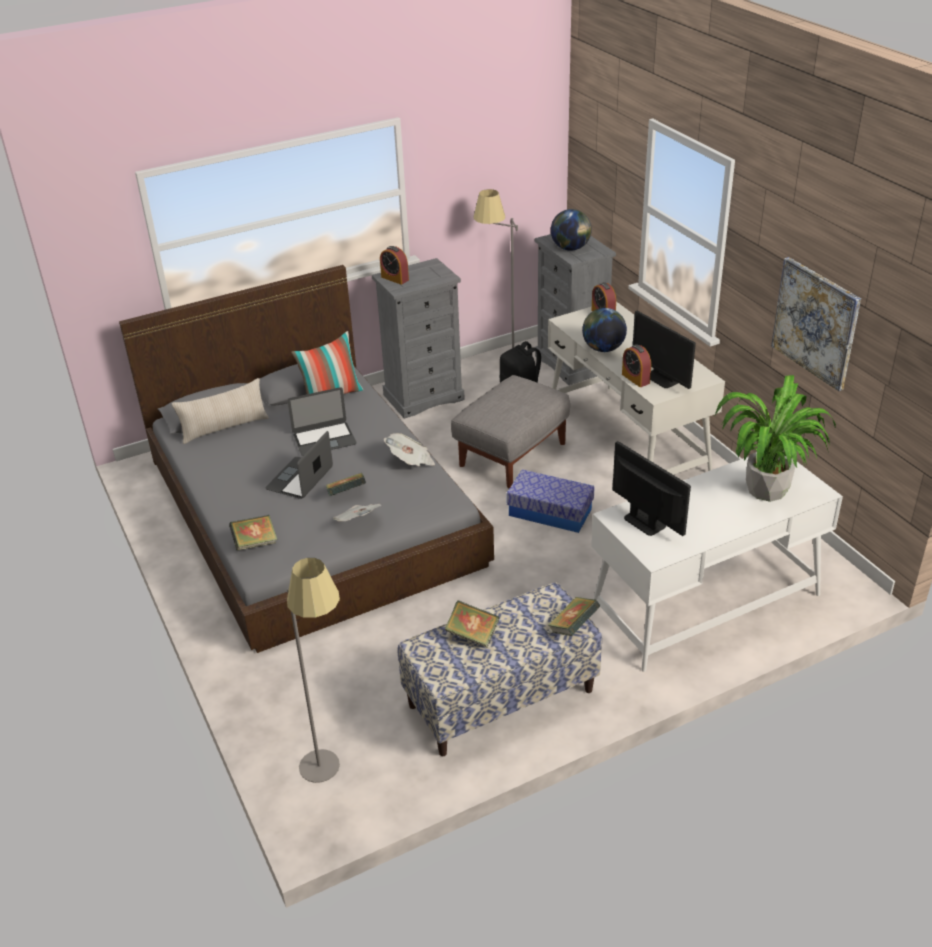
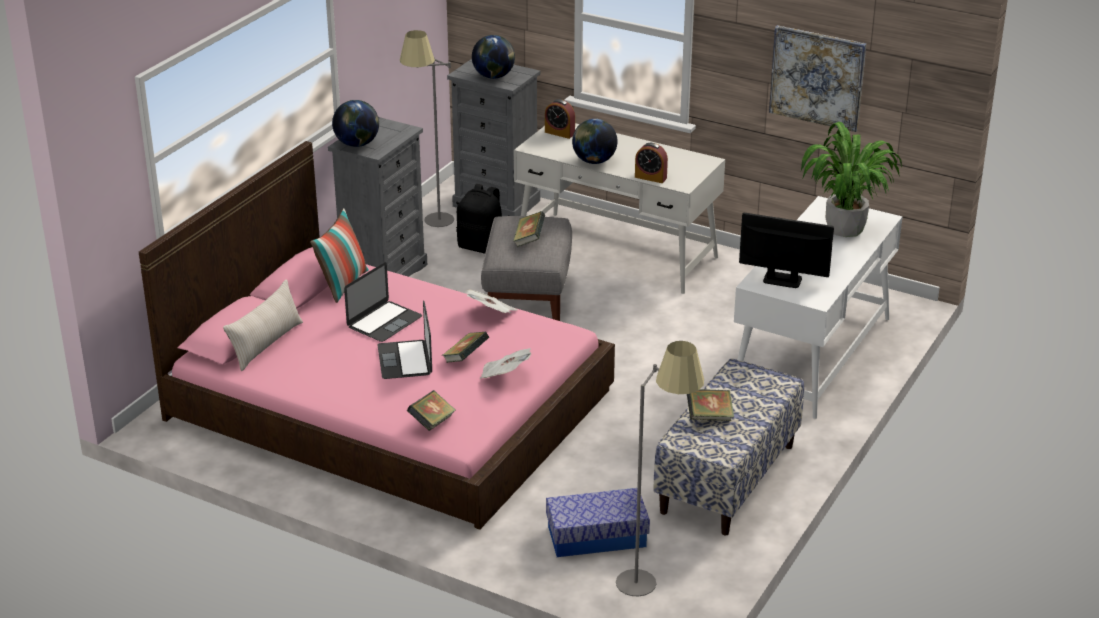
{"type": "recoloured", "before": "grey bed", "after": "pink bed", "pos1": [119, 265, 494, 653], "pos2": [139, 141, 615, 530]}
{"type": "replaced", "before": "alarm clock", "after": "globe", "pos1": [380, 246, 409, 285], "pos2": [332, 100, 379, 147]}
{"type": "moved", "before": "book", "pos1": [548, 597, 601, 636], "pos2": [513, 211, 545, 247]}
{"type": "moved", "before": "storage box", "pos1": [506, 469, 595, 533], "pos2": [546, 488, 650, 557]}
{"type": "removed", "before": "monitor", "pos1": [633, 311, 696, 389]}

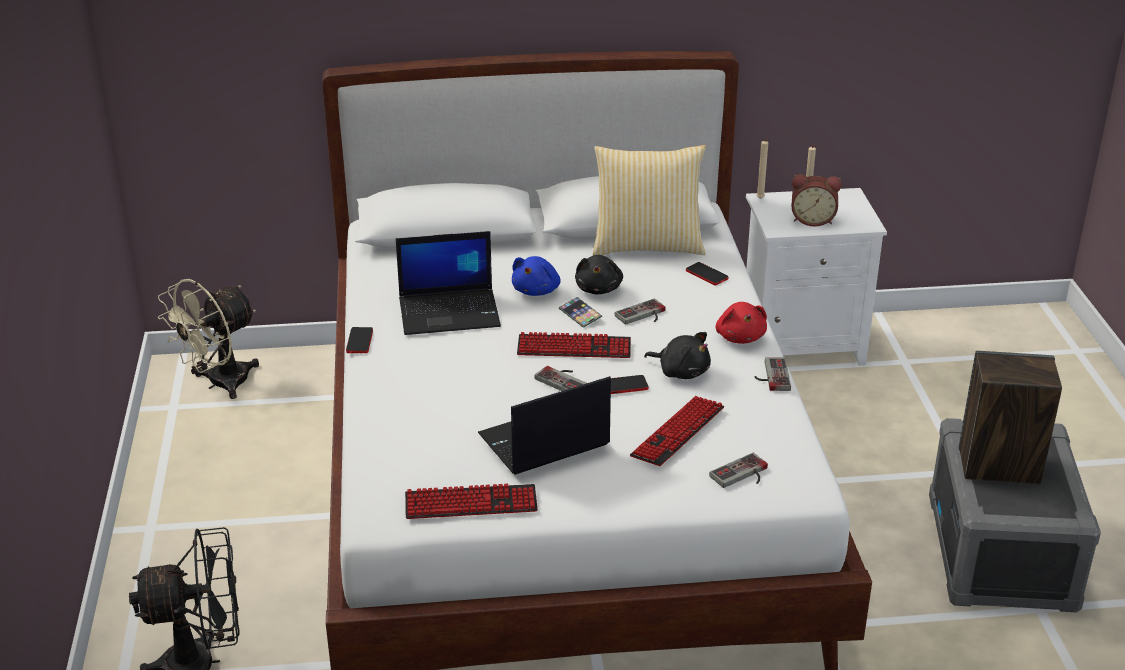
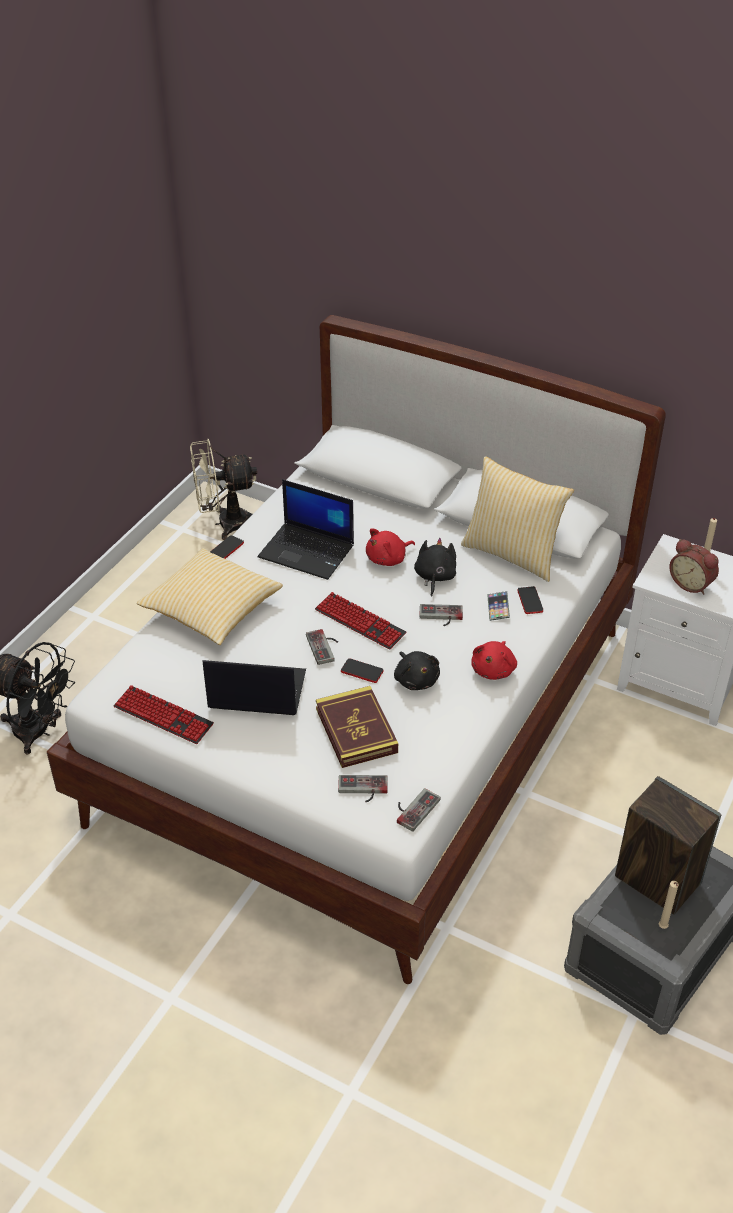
{"type": "added", "after": "pillow", "pos2": [137, 548, 283, 645]}
{"type": "replaced", "before": "keyboard", "after": "book", "pos1": [630, 396, 724, 466], "pos2": [316, 686, 398, 768]}
{"type": "recoloured", "before": "blue plush toy", "after": "red plush toy", "pos1": [512, 256, 560, 296], "pos2": [366, 528, 415, 566]}
{"type": "moved", "before": "game controller", "pos1": [755, 357, 791, 391], "pos2": [397, 788, 440, 832]}
{"type": "turned", "before": "black plush toy", "pos1": [575, 255, 623, 294], "pos2": [414, 538, 456, 597], "turn": 150}
{"type": "moved", "before": "phone", "pos1": [559, 297, 602, 328], "pos2": [487, 591, 510, 621]}
{"type": "moved", "before": "beige candle", "pos1": [756, 138, 770, 199], "pos2": [659, 881, 679, 929]}

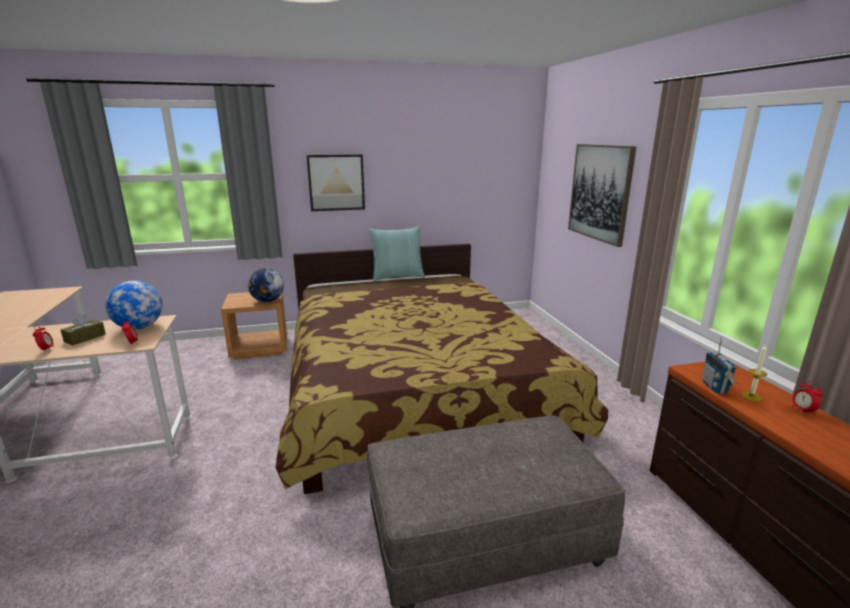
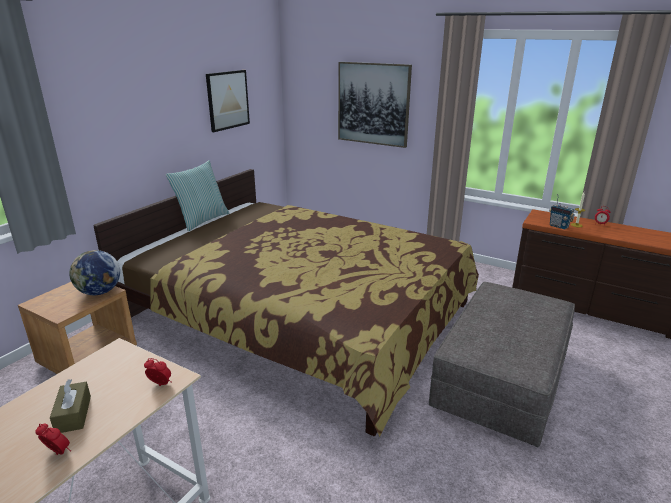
{"type": "moved", "before": "picture", "pos1": [307, 154, 365, 211], "pos2": [206, 70, 250, 132]}
{"type": "removed", "before": "globe", "pos1": [105, 281, 163, 329]}

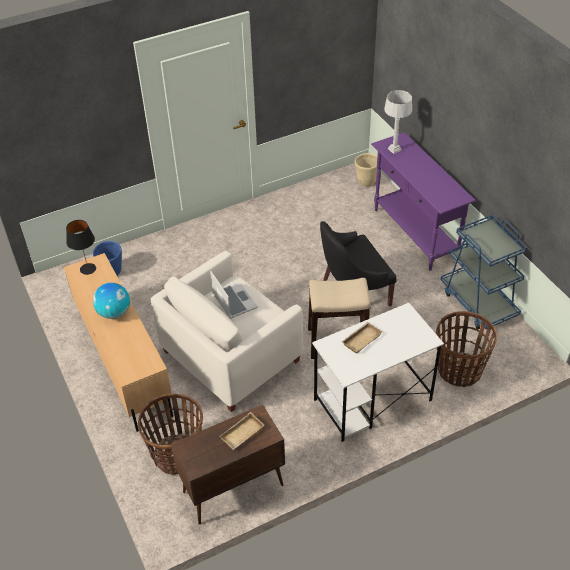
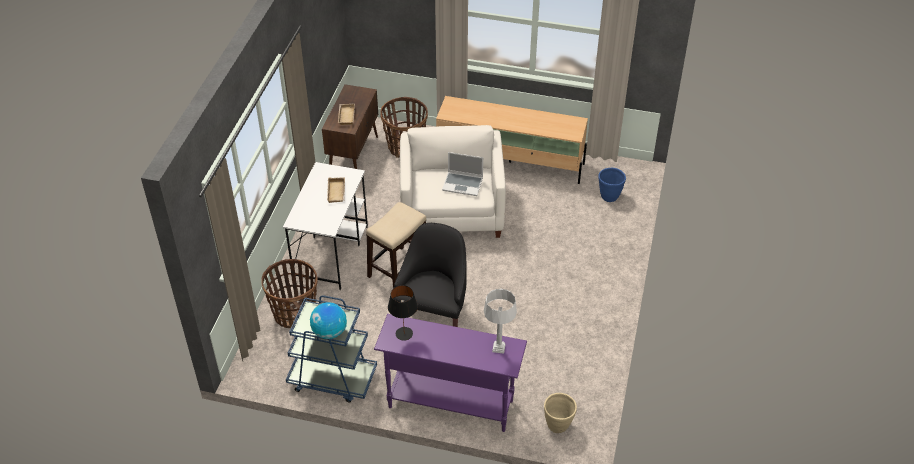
{"type": "moved", "before": "globe", "pos1": [93, 283, 130, 319], "pos2": [310, 302, 347, 339]}
{"type": "moved", "before": "black table lamp", "pos1": [66, 220, 96, 275], "pos2": [388, 285, 418, 341]}

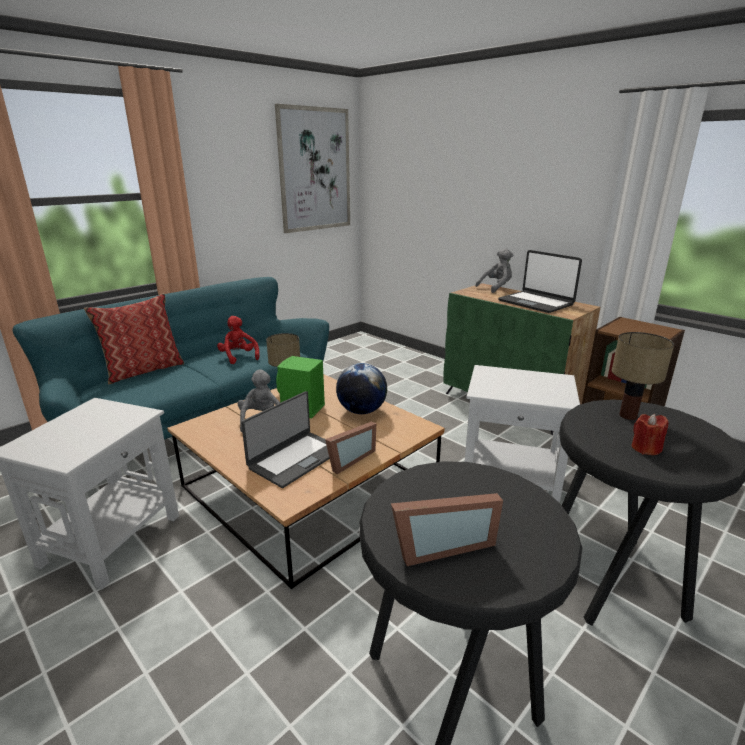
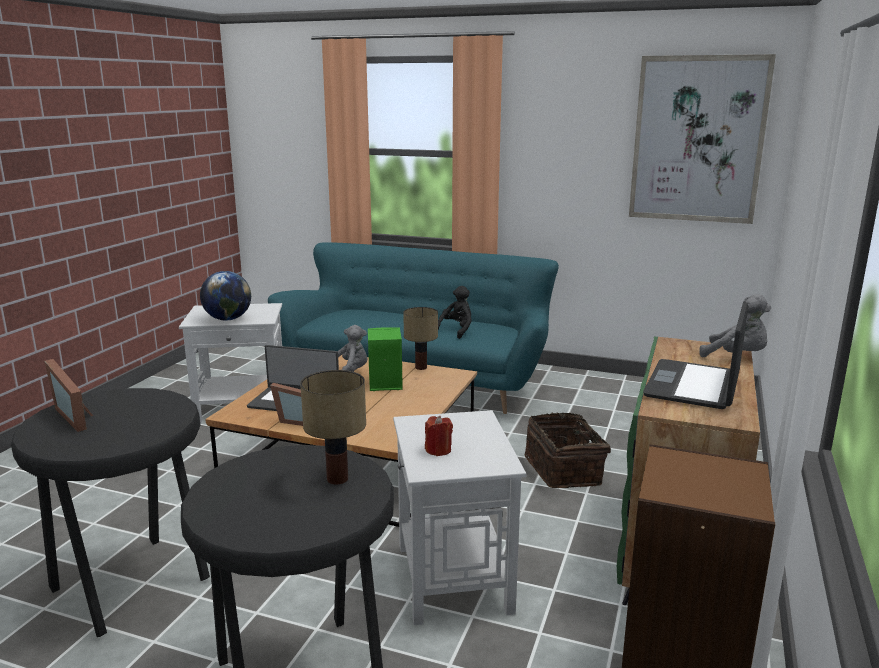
{"type": "moved", "before": "globe", "pos1": [336, 363, 387, 414], "pos2": [200, 271, 251, 321]}
{"type": "moved", "before": "red candle", "pos1": [631, 414, 668, 455], "pos2": [425, 416, 453, 456]}
{"type": "recoloured", "before": "red plush toy", "after": "black plush toy", "pos1": [217, 316, 259, 364], "pos2": [438, 286, 472, 339]}
{"type": "added", "after": "basket", "pos2": [524, 412, 611, 488]}
{"type": "removed", "before": "pillow", "pos1": [84, 293, 184, 385]}

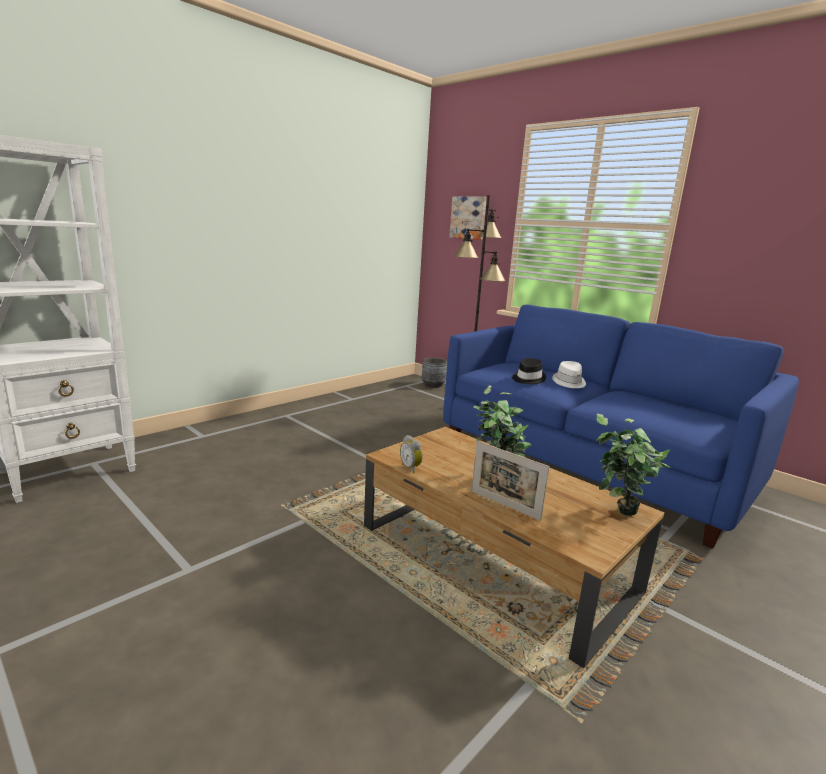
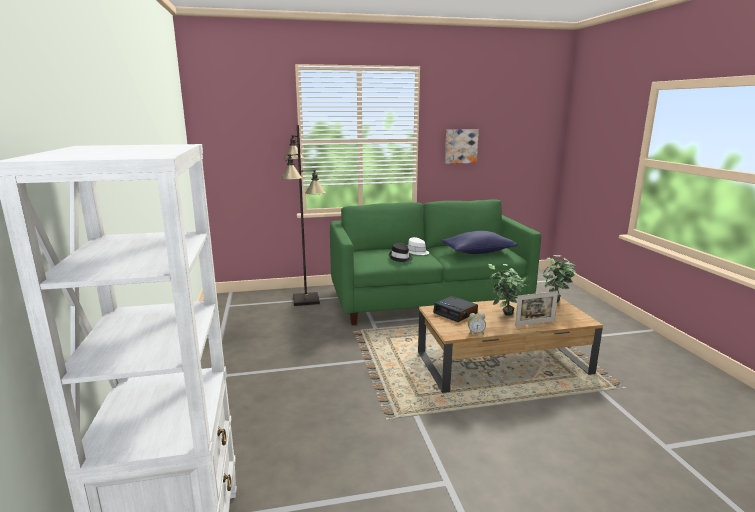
{"type": "recoloured", "before": "blue sofa", "after": "green sofa", "pos1": [443, 305, 799, 549], "pos2": [330, 199, 541, 325]}
{"type": "added", "after": "alarm clock", "pos2": [433, 296, 478, 322]}
{"type": "added", "after": "blue pillow", "pos2": [441, 231, 518, 254]}
{"type": "moved", "before": "picture", "pos1": [449, 196, 487, 240], "pos2": [445, 129, 479, 164]}
{"type": "removed", "before": "grey planter", "pos1": [422, 358, 447, 388]}

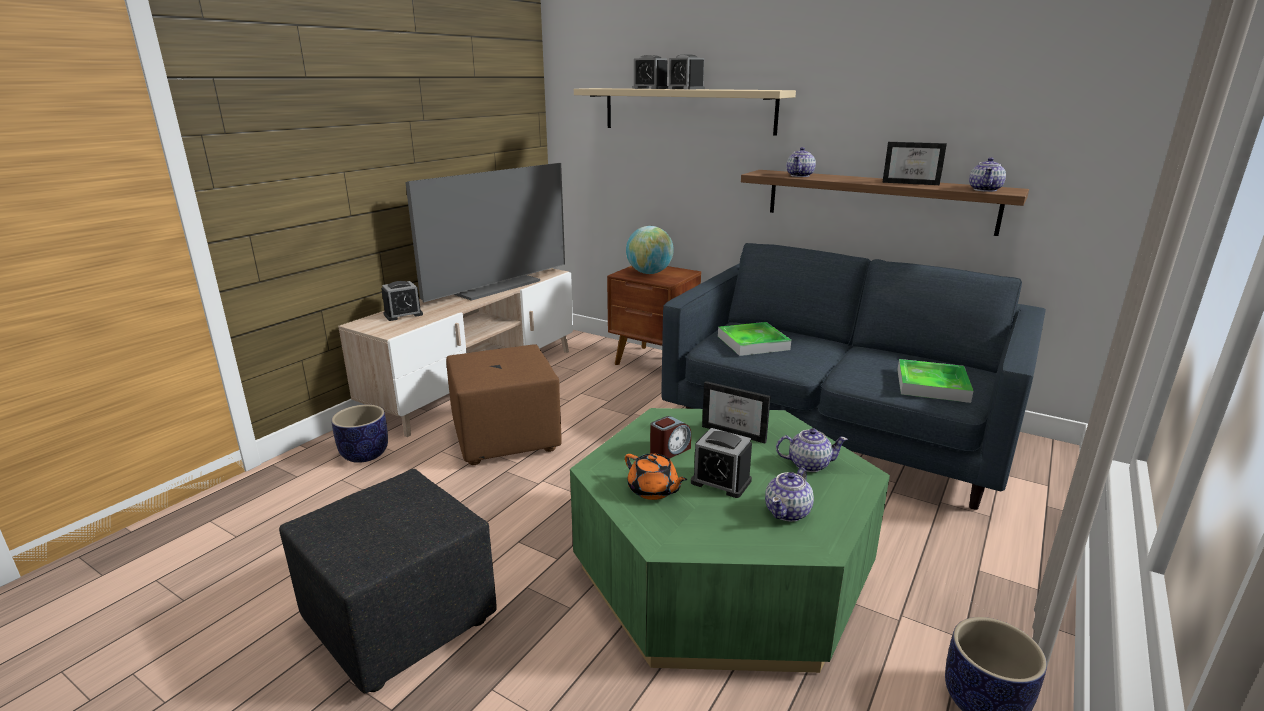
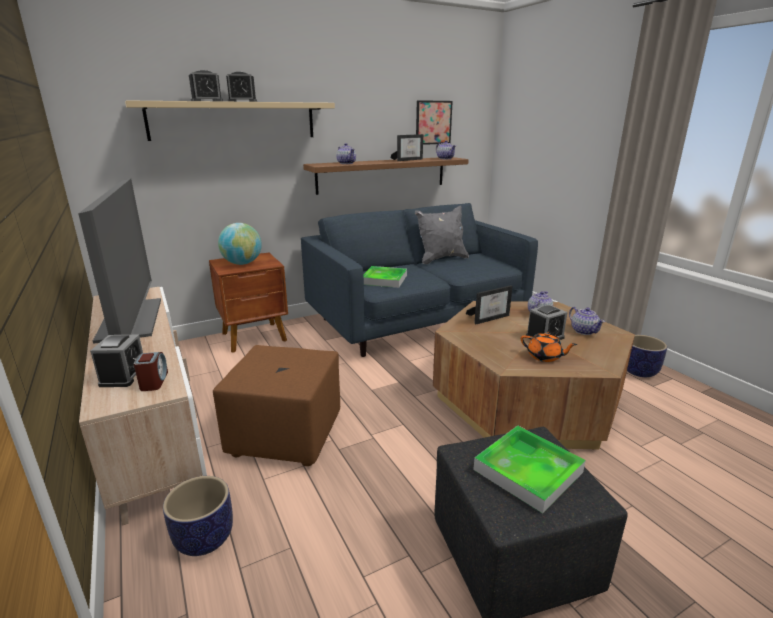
{"type": "moved", "before": "alarm clock", "pos1": [650, 416, 691, 459], "pos2": [134, 352, 168, 391]}
{"type": "added", "after": "grey pillow", "pos2": [415, 205, 469, 264]}
{"type": "added", "after": "picture", "pos2": [416, 100, 453, 145]}
{"type": "recoloured", "before": "green coffee table", "after": "brown coffee table", "pos1": [570, 408, 890, 673], "pos2": [433, 301, 635, 450]}
{"type": "moved", "before": "tray", "pos1": [897, 359, 973, 403], "pos2": [473, 425, 586, 514]}
{"type": "turned", "before": "orange teapot", "pos1": [625, 453, 687, 500], "pos2": [521, 332, 577, 362], "turn": 45}

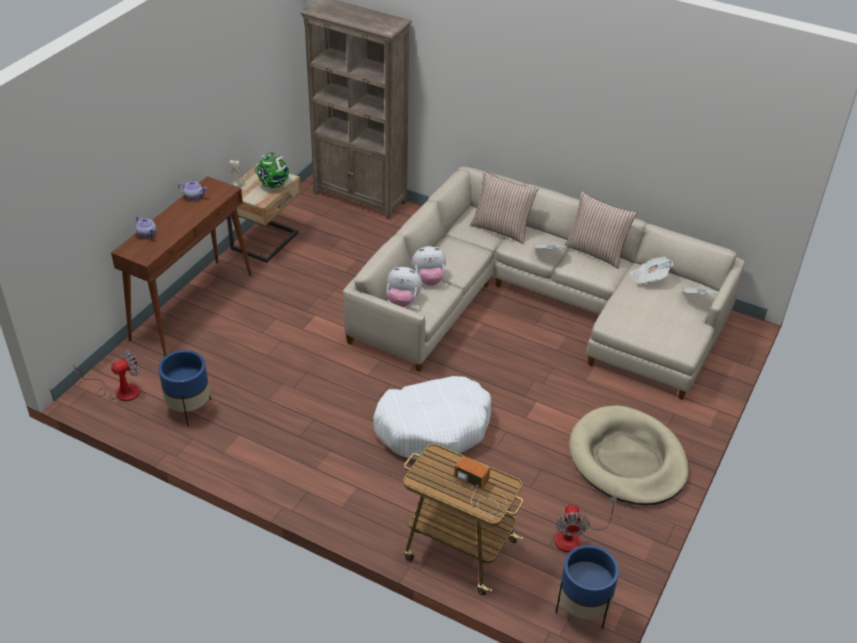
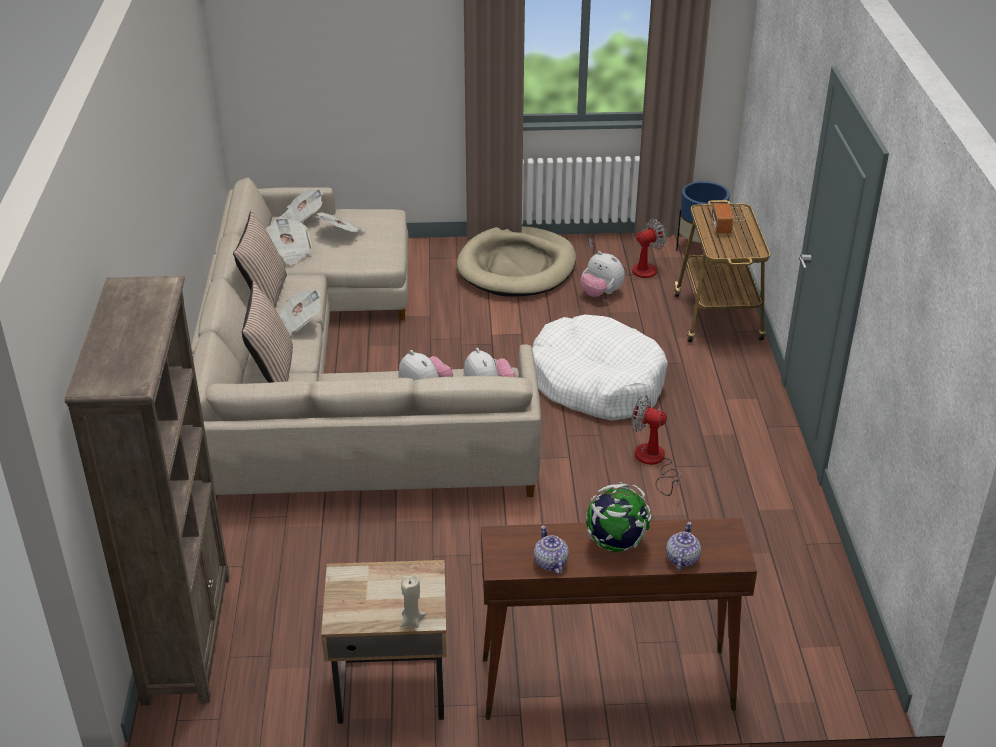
{"type": "added", "after": "newspaper", "pos2": [317, 212, 366, 233]}
{"type": "added", "after": "plush toy", "pos2": [580, 251, 625, 297]}
{"type": "moved", "before": "globe", "pos1": [255, 152, 289, 189], "pos2": [586, 482, 651, 552]}
{"type": "moved", "before": "fan", "pos1": [74, 349, 140, 401], "pos2": [631, 395, 681, 496]}
{"type": "removed", "before": "blue planter", "pos1": [158, 350, 211, 427]}

